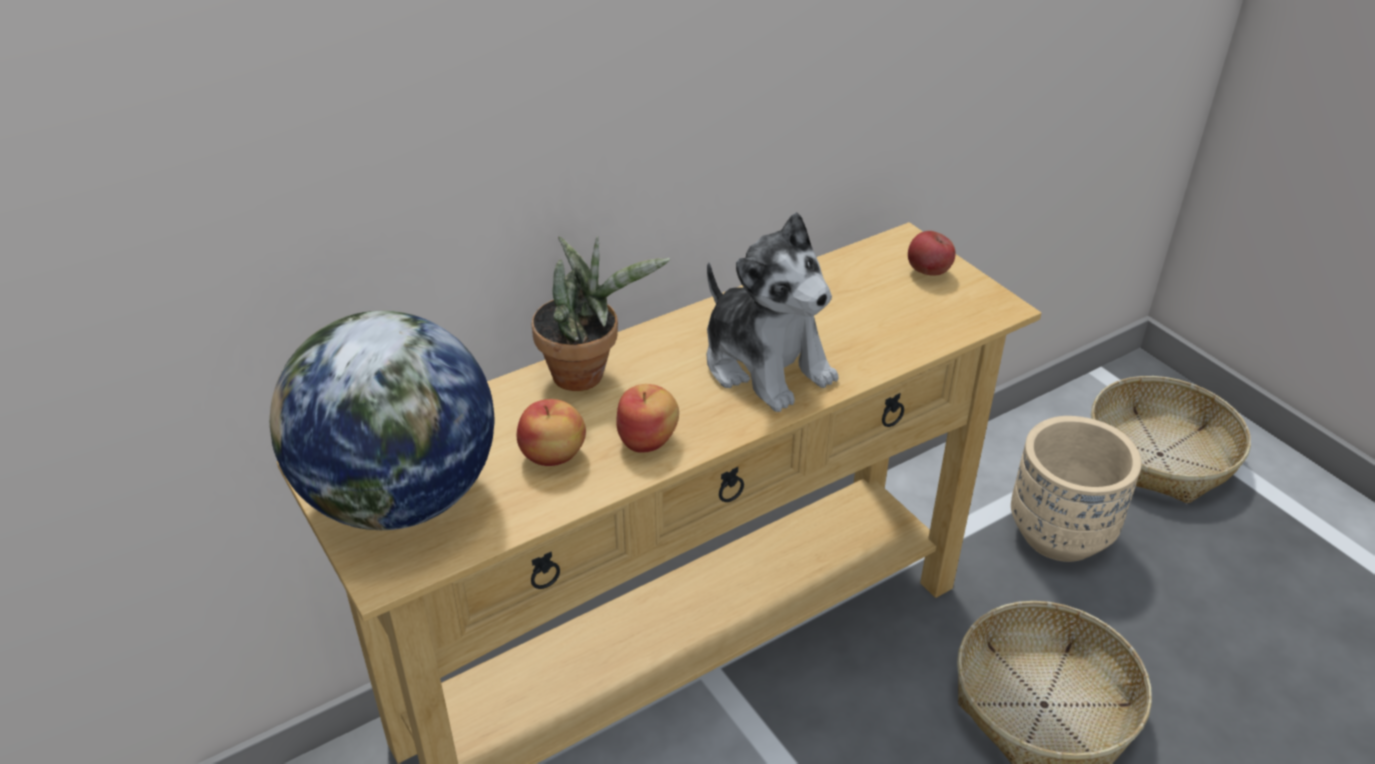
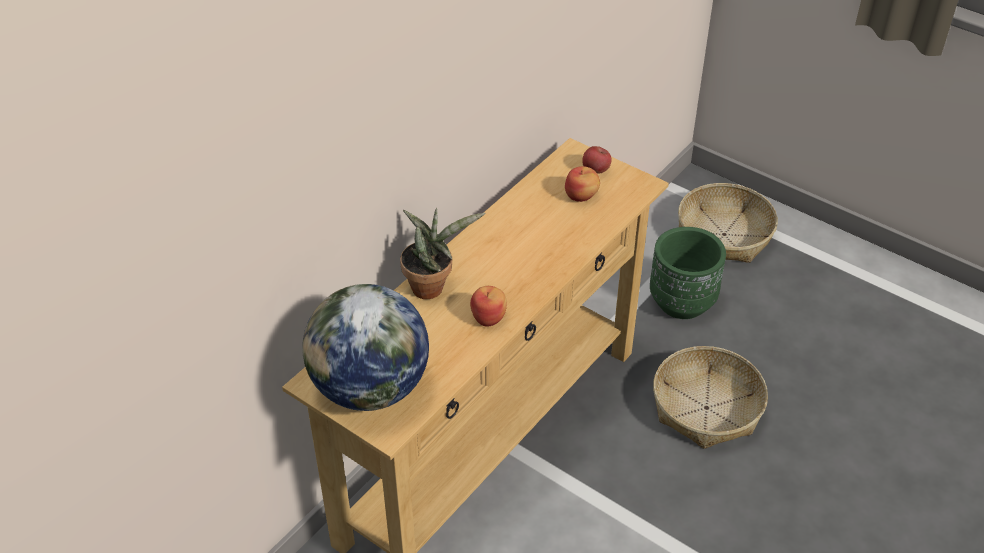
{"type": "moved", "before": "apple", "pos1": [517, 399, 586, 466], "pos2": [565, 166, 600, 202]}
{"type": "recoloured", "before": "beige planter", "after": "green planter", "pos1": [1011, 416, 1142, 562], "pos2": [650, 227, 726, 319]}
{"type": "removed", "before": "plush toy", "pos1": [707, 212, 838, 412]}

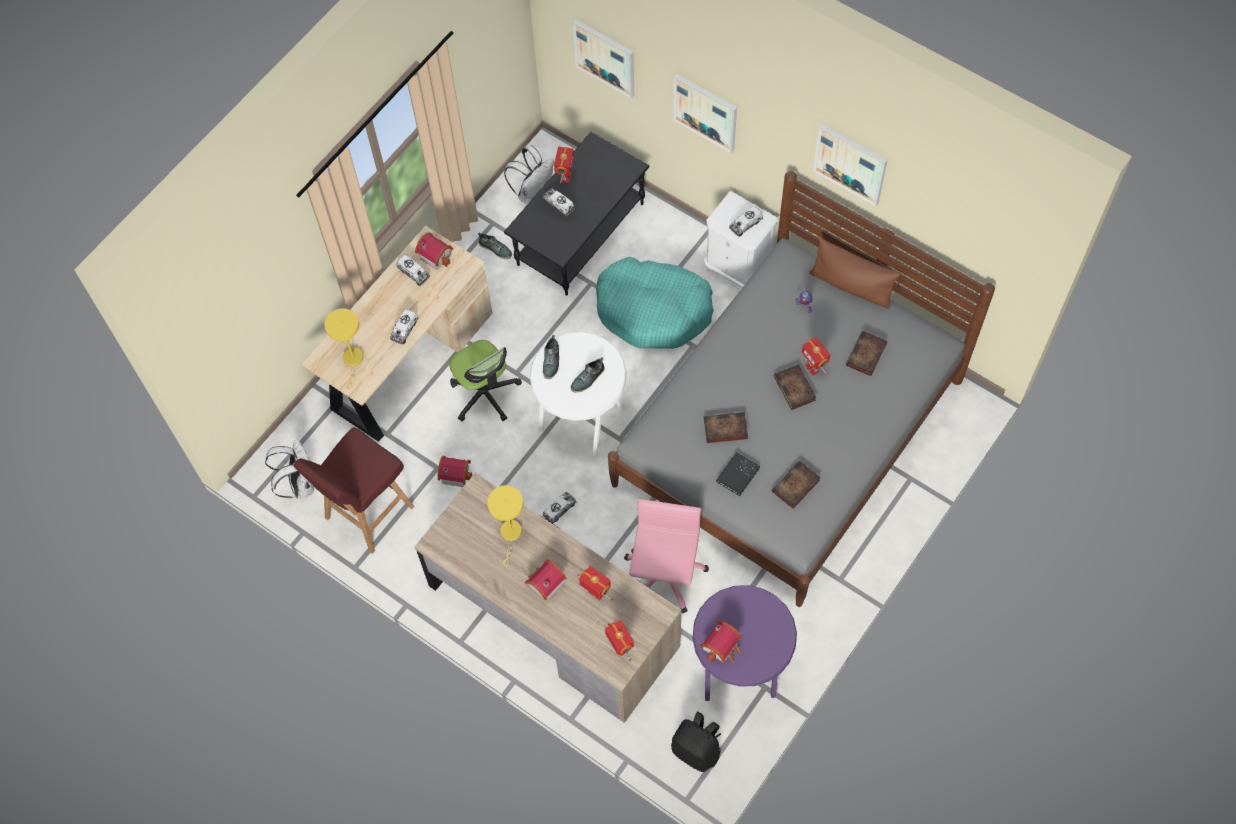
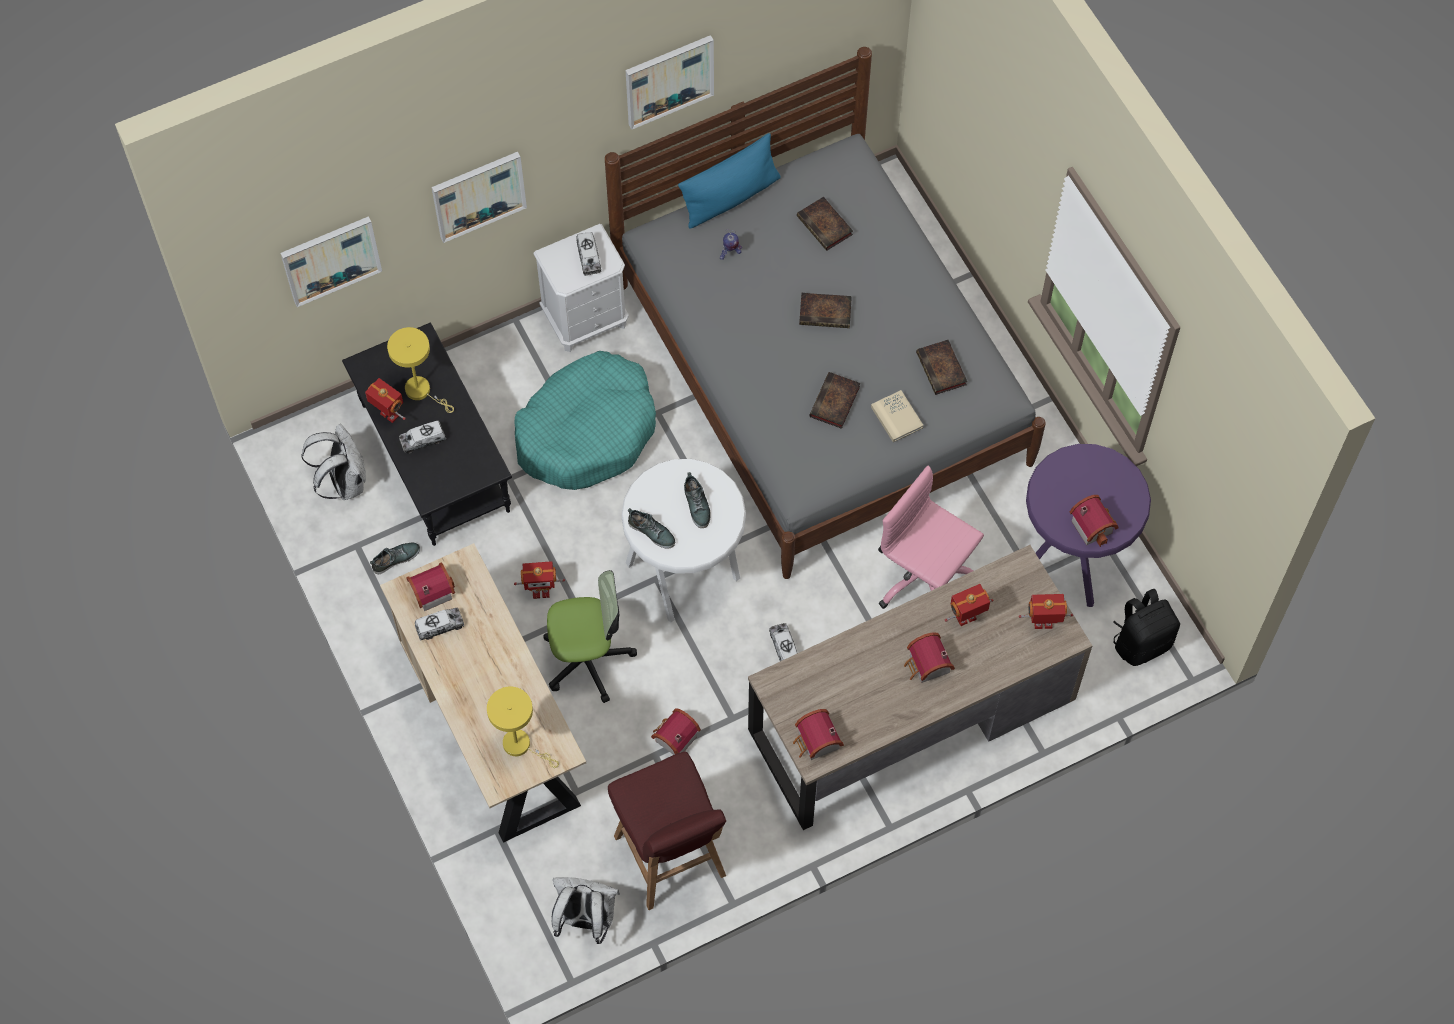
{"type": "moved", "before": "yellow table lamp", "pos1": [487, 485, 524, 566], "pos2": [387, 327, 454, 413]}
{"type": "moved", "before": "toy robot", "pos1": [802, 337, 830, 376], "pos2": [514, 561, 565, 599]}
{"type": "recoloured", "before": "brown pillow", "after": "blue pillow", "pos1": [809, 238, 901, 309], "pos2": [678, 133, 781, 229]}
{"type": "added", "after": "toy house", "pos2": [793, 709, 844, 760]}
{"type": "recoloured", "before": "black book", "after": "beige book", "pos1": [716, 452, 760, 496], "pos2": [871, 390, 924, 442]}
{"type": "removed", "before": "toy truck", "pos1": [390, 309, 419, 344]}

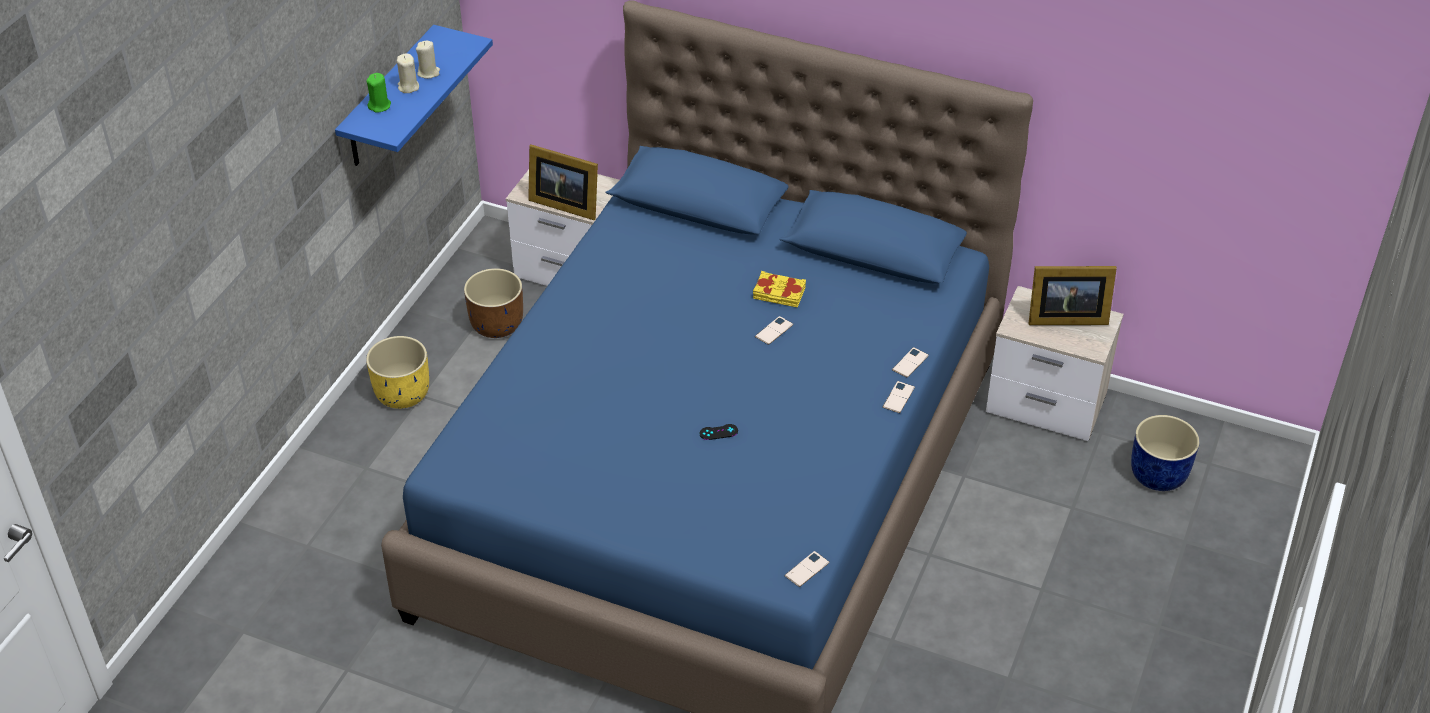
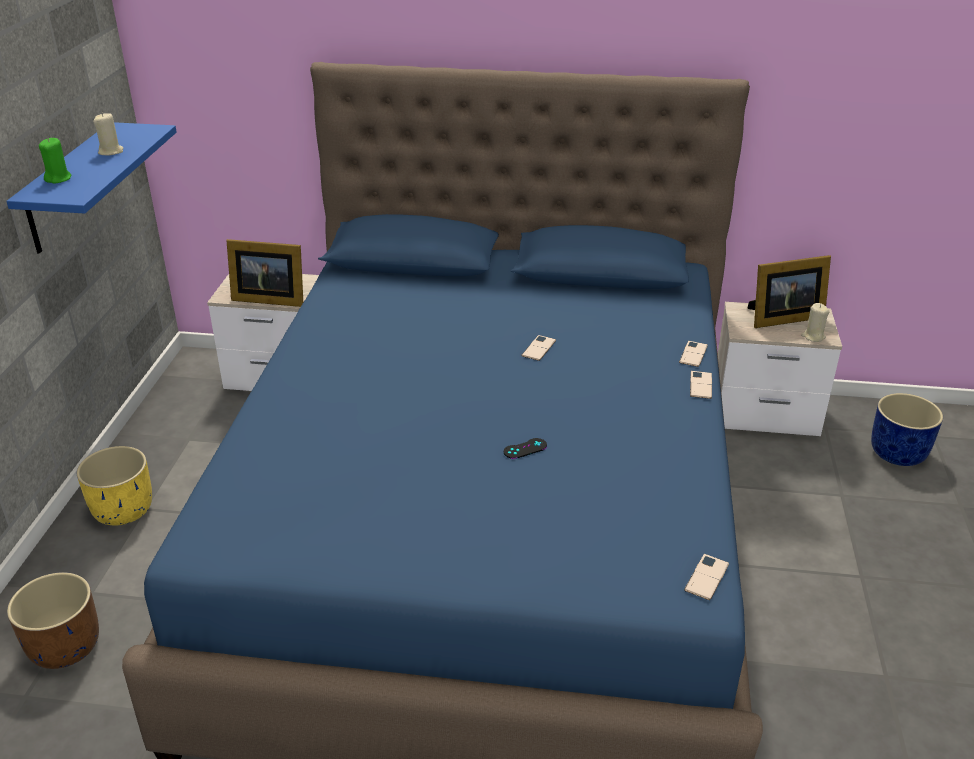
{"type": "moved", "before": "brown planter", "pos1": [464, 268, 523, 338], "pos2": [7, 572, 99, 669]}
{"type": "moved", "before": "beige candle", "pos1": [397, 53, 419, 93], "pos2": [801, 303, 830, 342]}
{"type": "removed", "before": "yellow book", "pos1": [753, 271, 806, 308]}

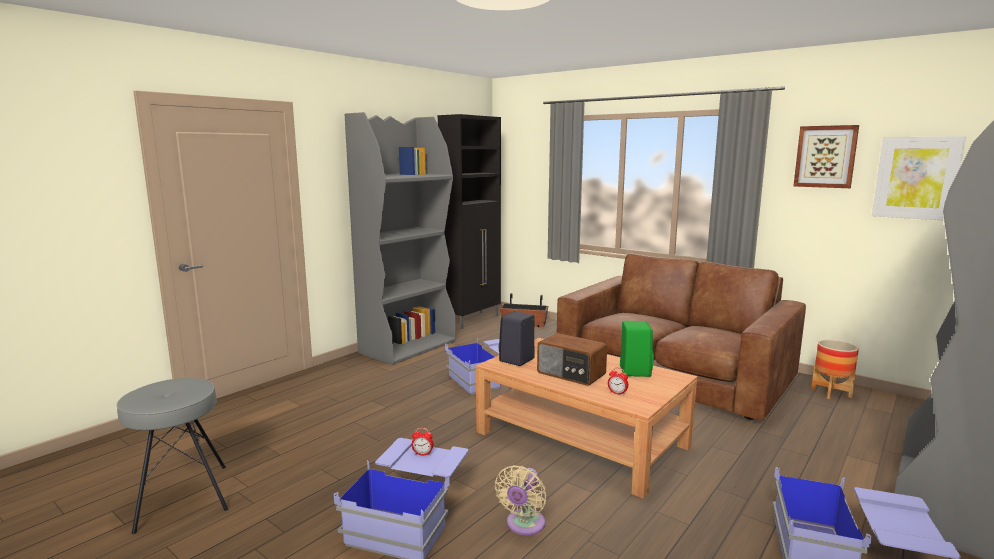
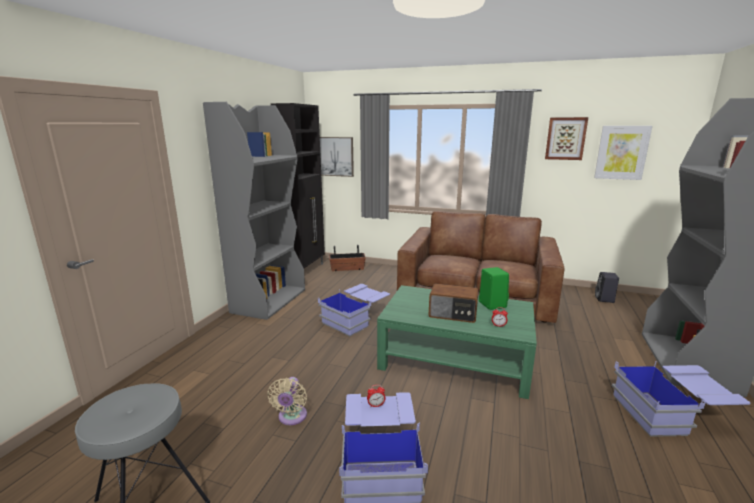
{"type": "moved", "before": "beige fan", "pos1": [495, 465, 547, 536], "pos2": [267, 377, 307, 425]}
{"type": "added", "after": "picture", "pos2": [320, 137, 354, 177]}
{"type": "recoloured", "before": "brown coffee table", "after": "green coffee table", "pos1": [476, 338, 697, 498], "pos2": [377, 285, 537, 399]}
{"type": "moved", "before": "black speaker", "pos1": [499, 311, 535, 366], "pos2": [595, 272, 619, 303]}
{"type": "removed", "before": "planter", "pos1": [811, 340, 859, 399]}

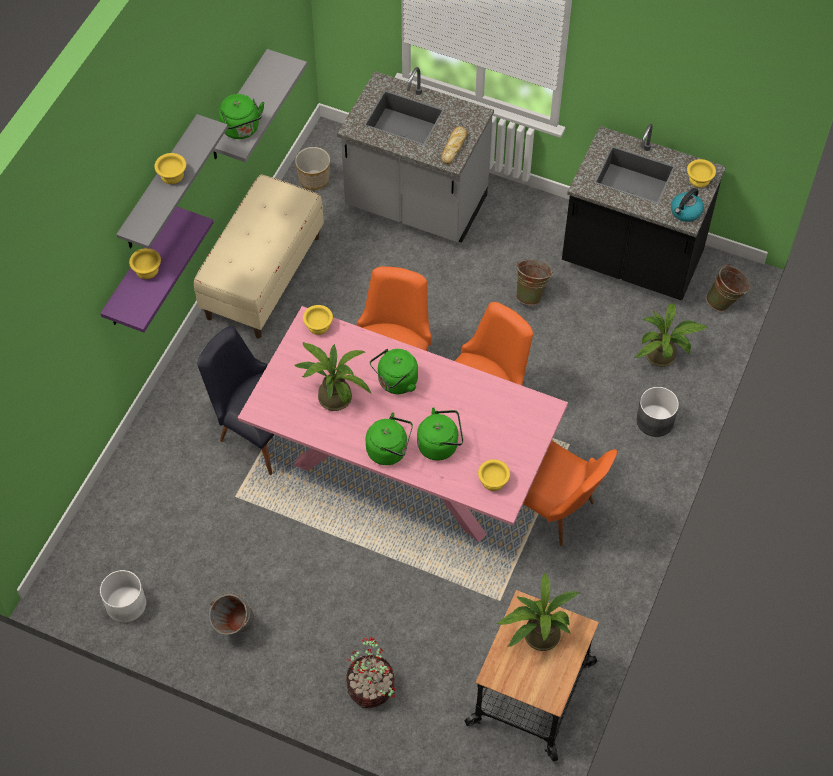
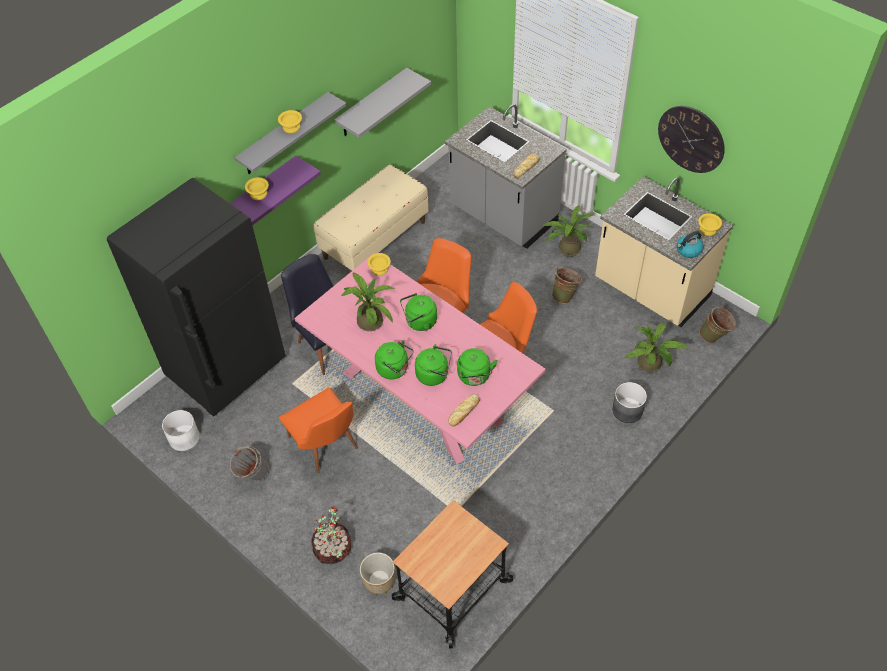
{"type": "added", "after": "black fridge", "pos2": [107, 178, 286, 416]}
{"type": "moved", "before": "orange chair", "pos1": [523, 441, 617, 546], "pos2": [279, 387, 358, 473]}
{"type": "moved", "before": "planter", "pos1": [295, 147, 330, 190], "pos2": [360, 552, 395, 594]}
{"type": "replaced", "before": "yellow bowl", "after": "bread", "pos1": [478, 459, 510, 491], "pos2": [448, 394, 480, 426]}
{"type": "moved", "before": "green kettle", "pos1": [219, 94, 265, 139], "pos2": [457, 348, 498, 386]}
{"type": "moved", "before": "potted plant", "pos1": [497, 573, 579, 651], "pos2": [542, 206, 595, 257]}
{"type": "recoloured", "before": "black counter", "after": "beige counter", "pos1": [562, 124, 726, 300], "pos2": [595, 176, 733, 327]}
{"type": "added", "after": "wall clock", "pos2": [658, 106, 725, 173]}

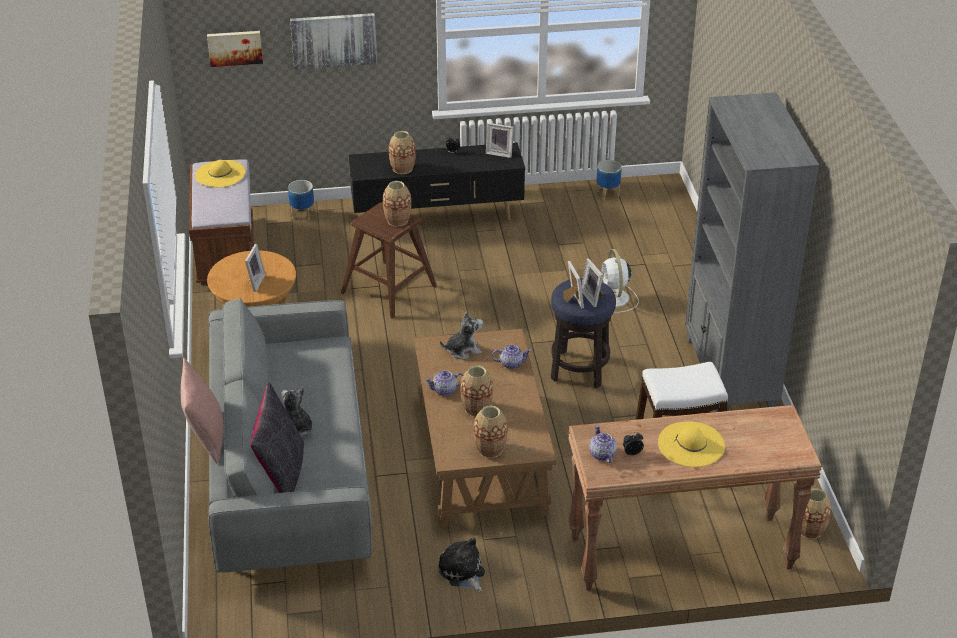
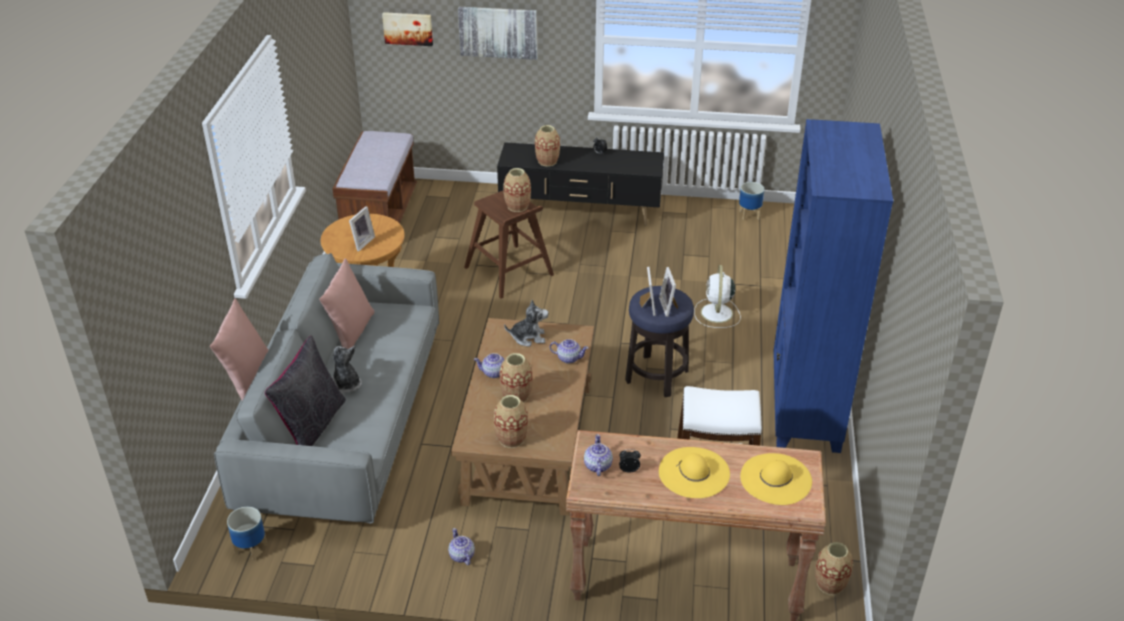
{"type": "moved", "before": "planter", "pos1": [288, 180, 314, 220], "pos2": [227, 507, 268, 561]}
{"type": "added", "after": "pink pillow", "pos2": [319, 258, 374, 349]}
{"type": "replaced", "before": "plush toy", "after": "teapot", "pos1": [438, 537, 485, 592], "pos2": [448, 528, 475, 565]}
{"type": "moved", "before": "yellow hat", "pos1": [195, 160, 246, 187], "pos2": [740, 453, 812, 505]}
{"type": "recoloured", "before": "grey bookcase", "after": "blue bookcase", "pos1": [685, 92, 819, 412], "pos2": [773, 119, 893, 453]}
{"type": "removed", "before": "picture frame", "pos1": [486, 123, 513, 158]}

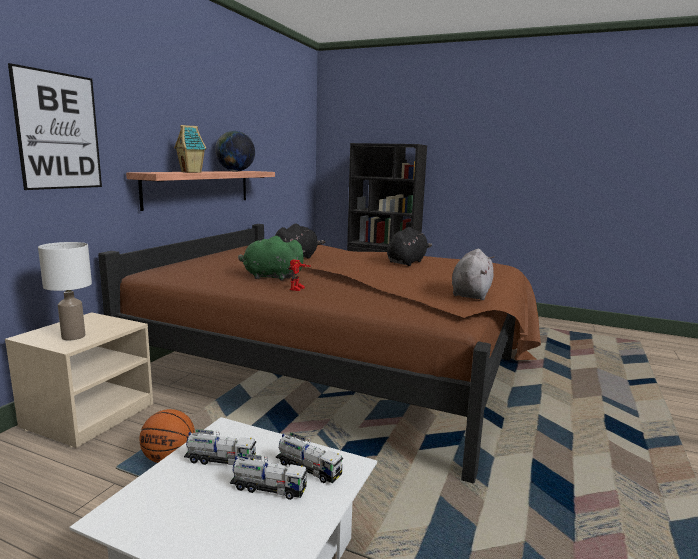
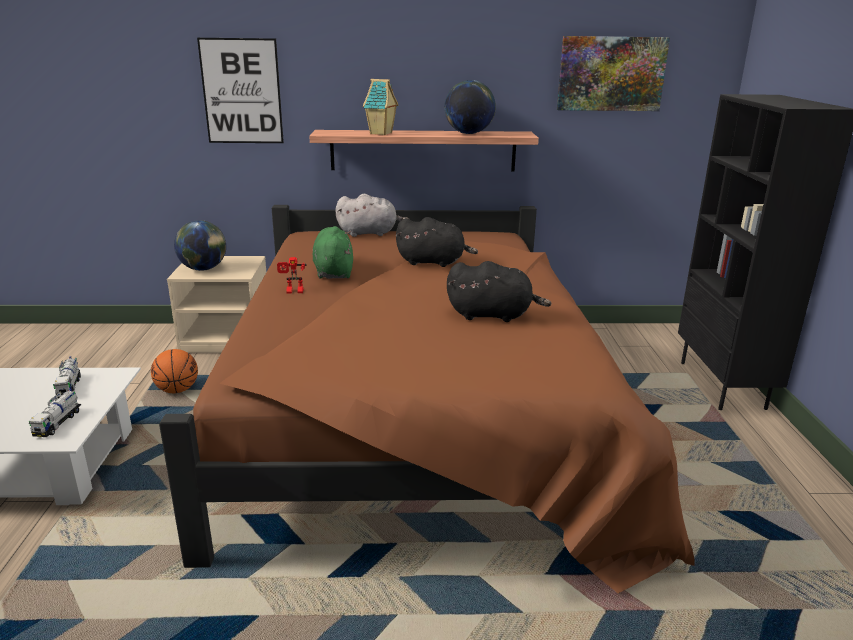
{"type": "replaced", "before": "white table lamp", "after": "globe", "pos1": [38, 242, 92, 340], "pos2": [174, 220, 226, 271]}
{"type": "moved", "before": "grey plush toy", "pos1": [452, 249, 494, 300], "pos2": [335, 194, 409, 237]}
{"type": "added", "after": "picture", "pos2": [557, 36, 670, 111]}
{"type": "removed", "before": "toy truck", "pos1": [230, 453, 308, 500]}

